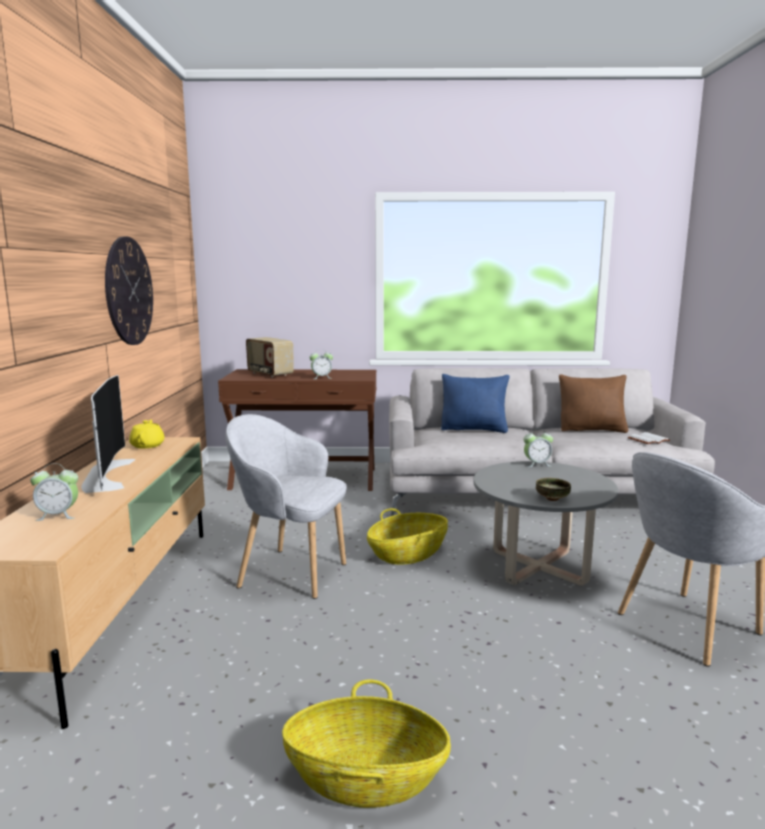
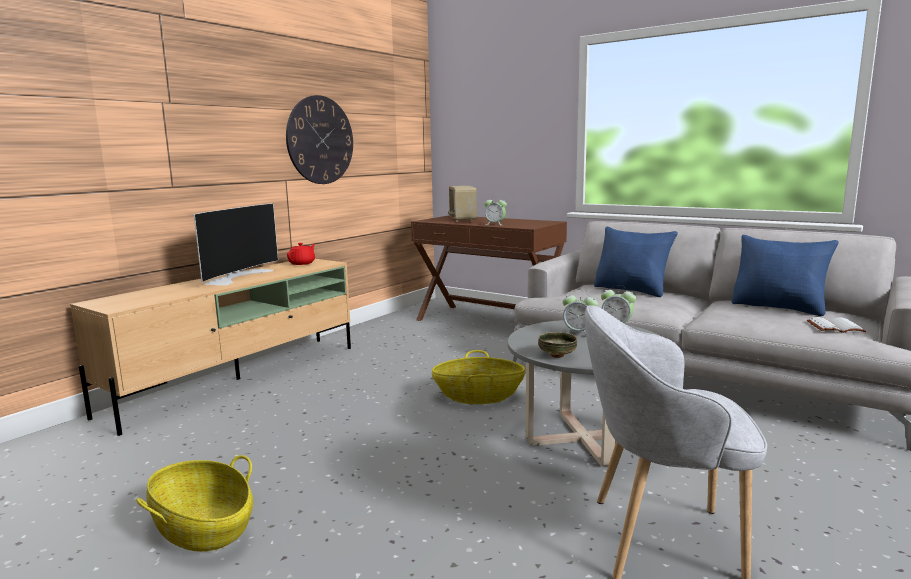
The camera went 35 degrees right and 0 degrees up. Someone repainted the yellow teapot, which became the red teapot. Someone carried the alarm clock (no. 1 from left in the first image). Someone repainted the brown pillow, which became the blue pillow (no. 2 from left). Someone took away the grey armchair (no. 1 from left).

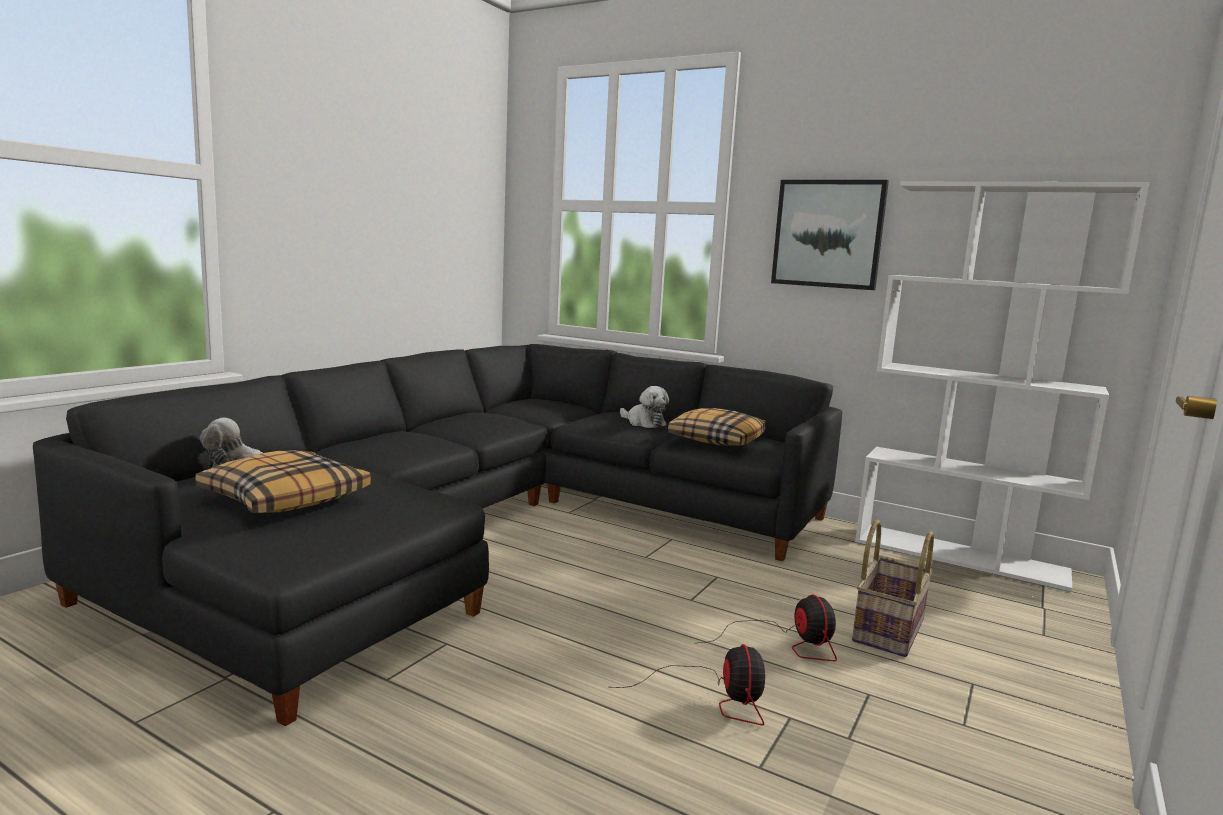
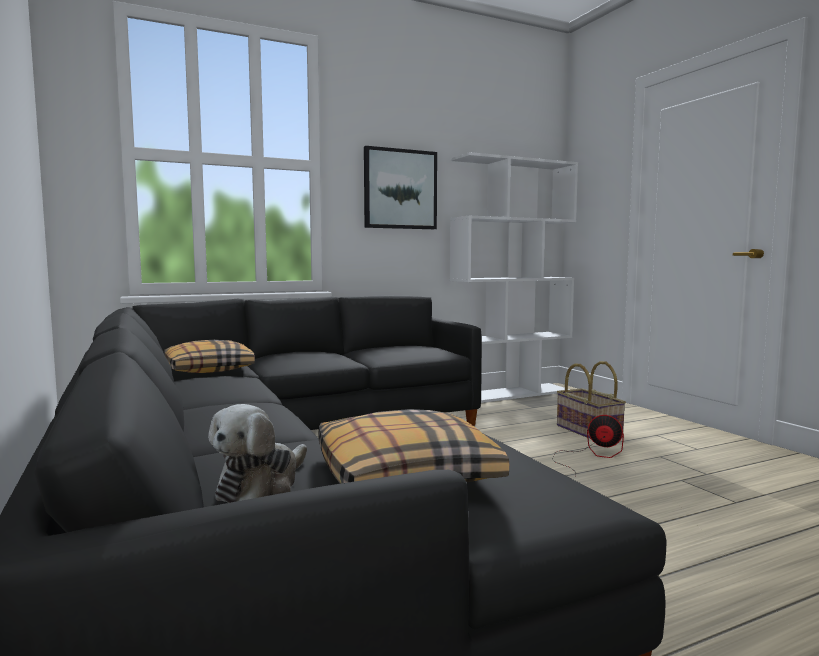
The camera went 55 degrees left and 5 degrees down. Someone carried the pillow (no. 2 from left in the first image). Someone took away the fan (no. 1 from left). Someone took away the plush toy (no. 2 from left).

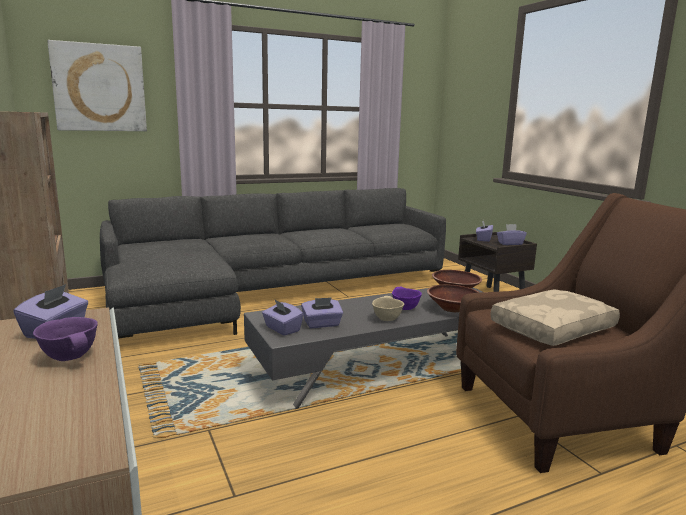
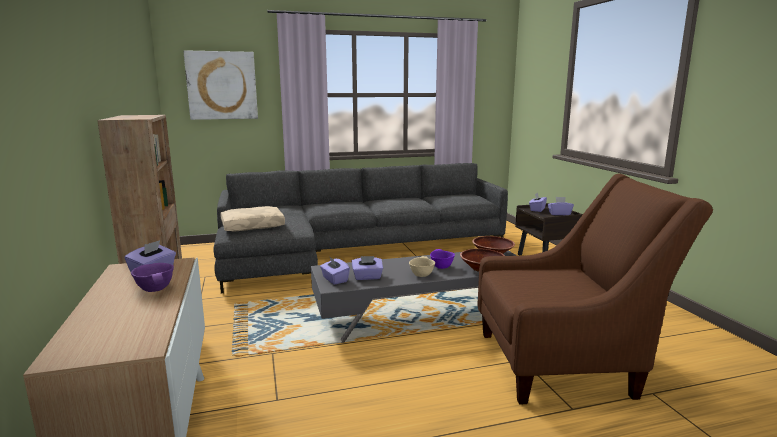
The camera went 10 degrees right and 0 degrees up. Someone carried the beige pillow.

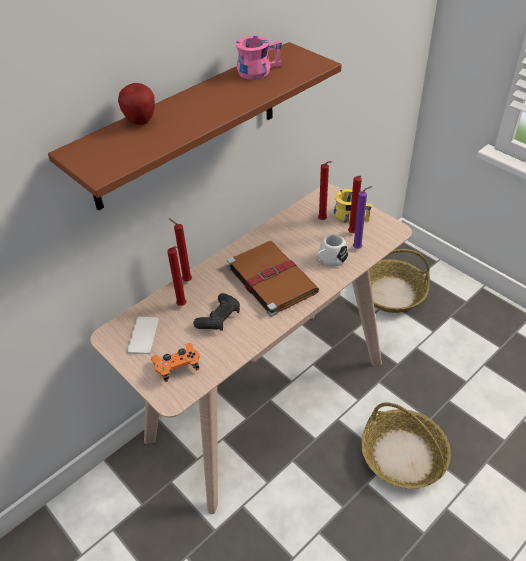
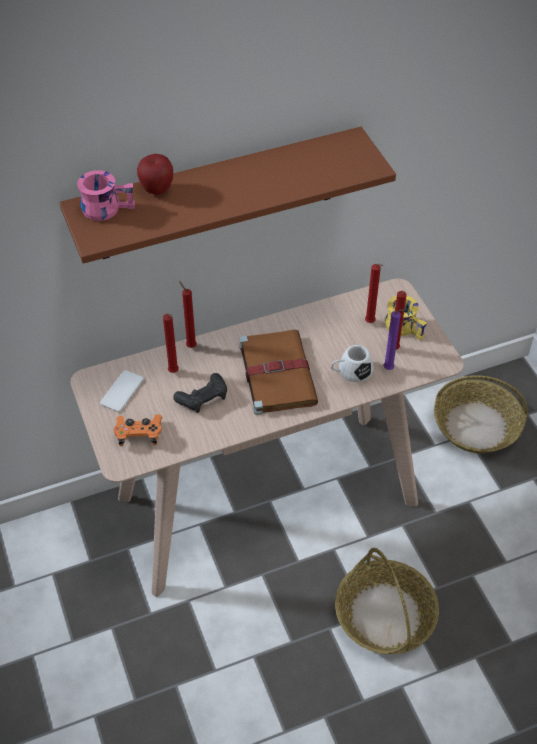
The camera went 20 degrees right and 5 degrees up. Someone carried the pink mug.

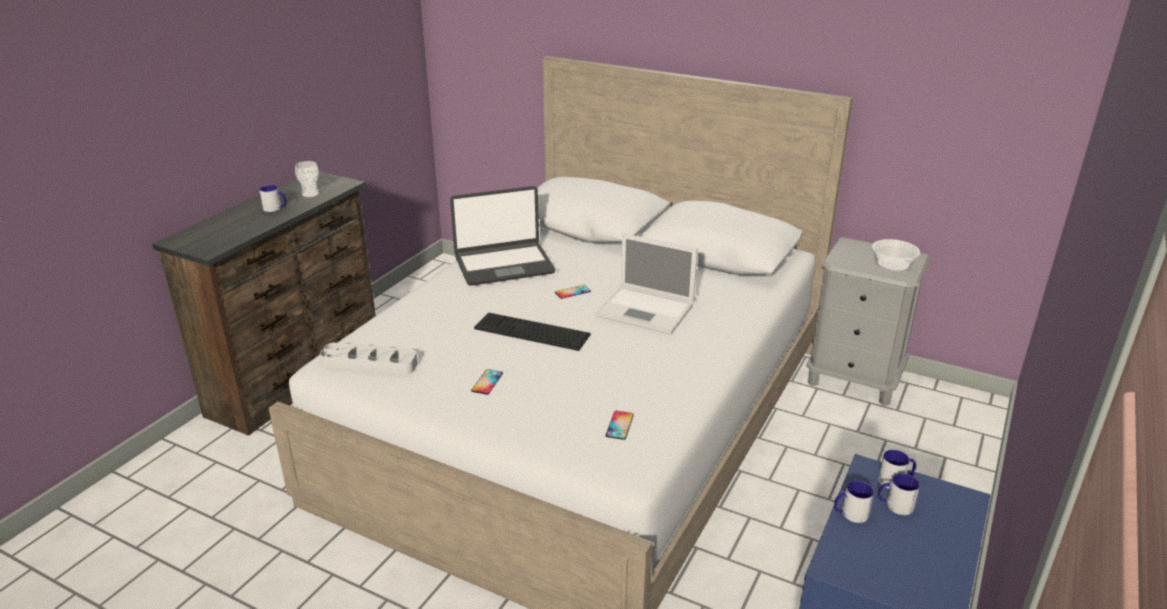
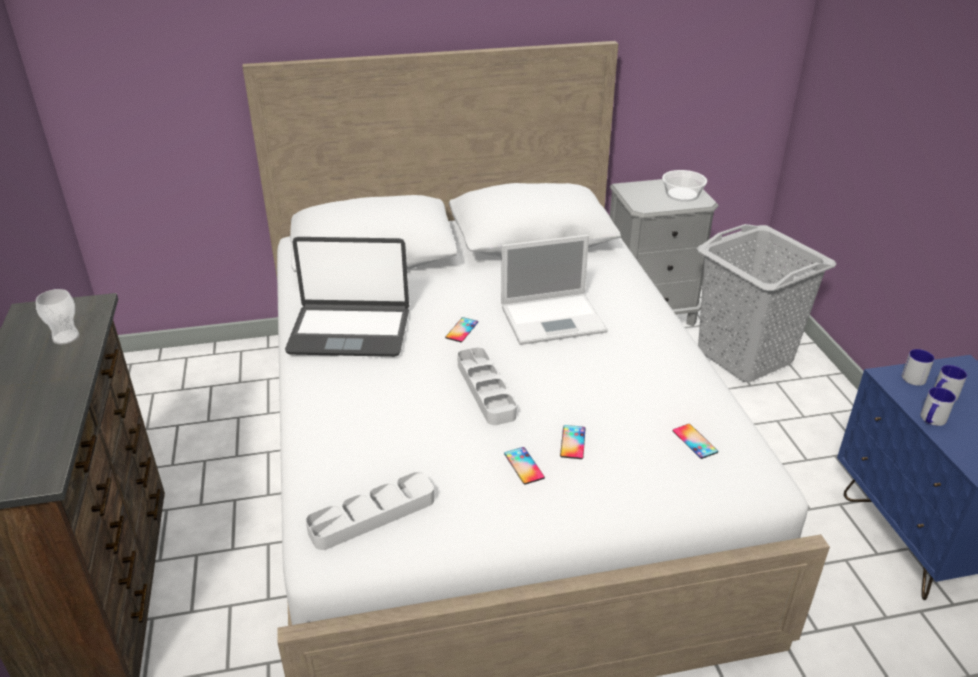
The camera went 40 degrees left and 5 degrees up. Someone rotated the laptop (no. 1 from left) by 60 degrees clockwise. Someone swapped the keyboard for the grey tray (no. 2 from left). Someone put down the phone (no. 3 from left). Someone put down the grey laundry basket. Someone took away the mug (no. 1 from left).

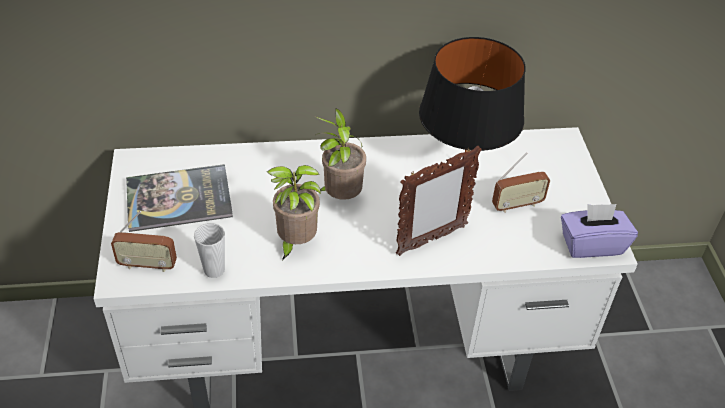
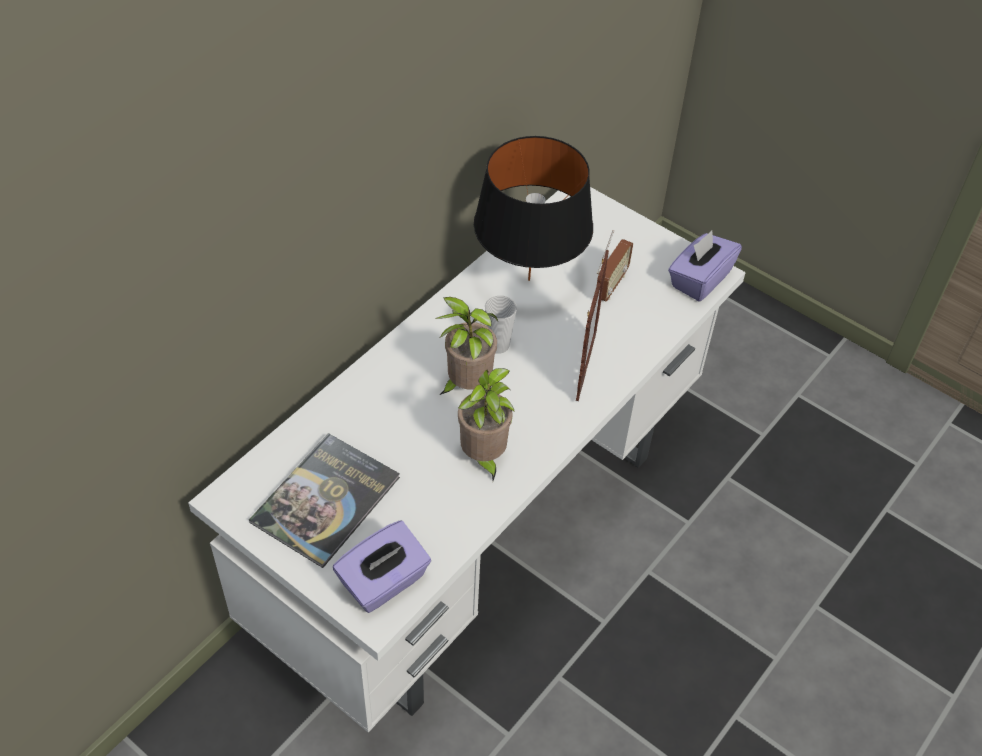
The camera went 45 degrees left and 5 degrees up. Someone swapped the radio (no. 1 from left) for the purple tissue box (no. 1 from left). Someone carried the cup.

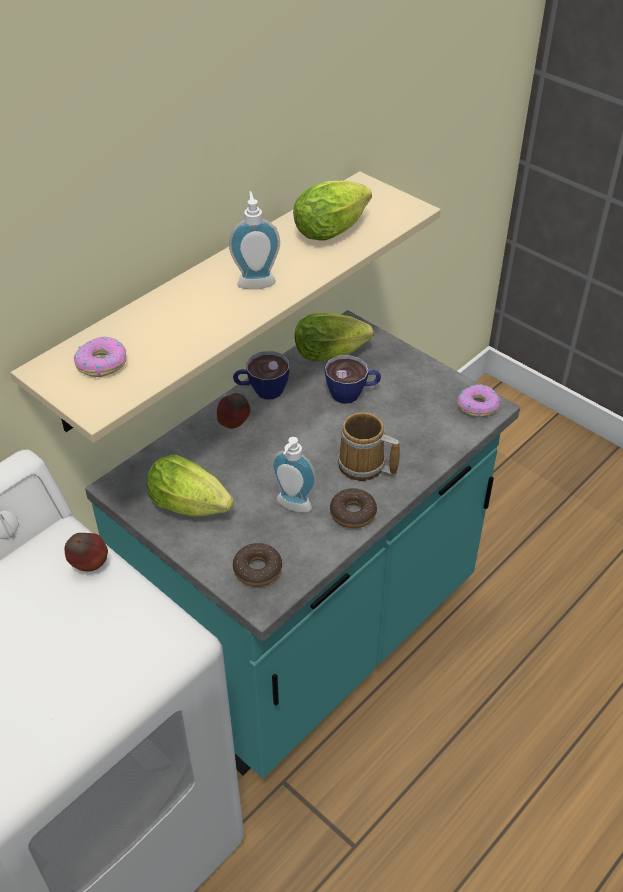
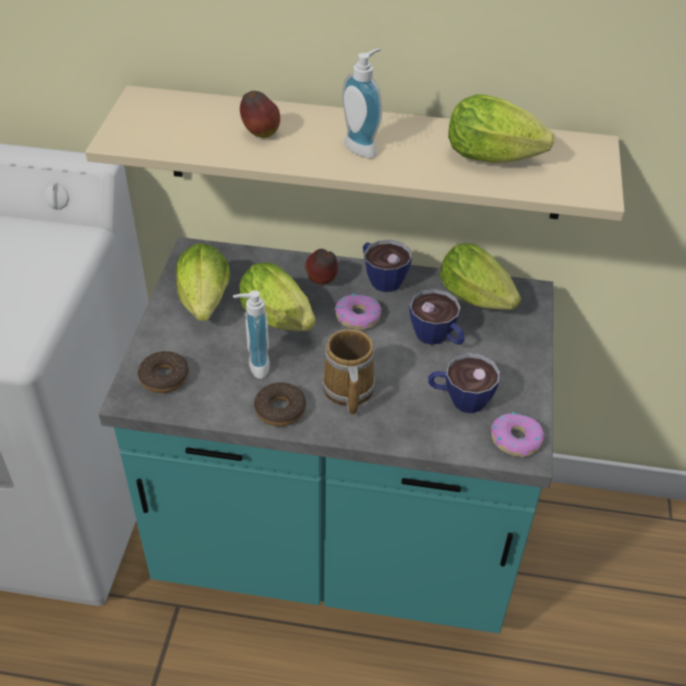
The camera went 55 degrees right and 0 degrees up. Someone put down the lettuce (no. 2 from left). Someone carried the apple (no. 1 from left). Someone carried the donut (no. 1 from left in the first image). Someone put down the cup (no. 3 from left).

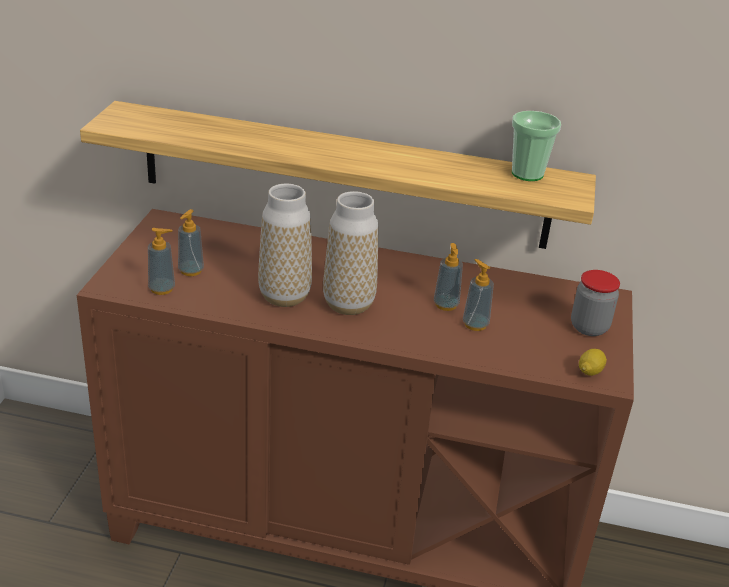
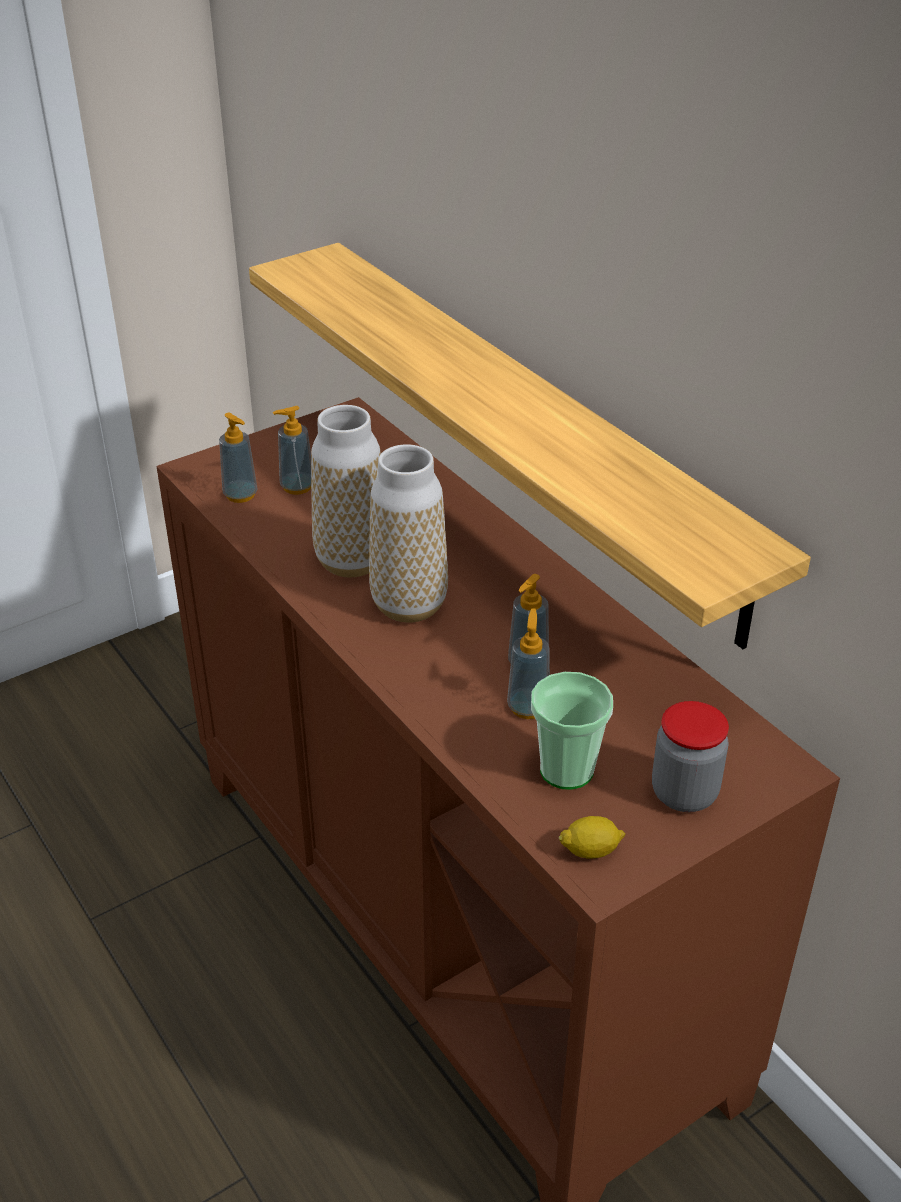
The camera went 45 degrees right and 5 degrees up. Someone carried the cup.

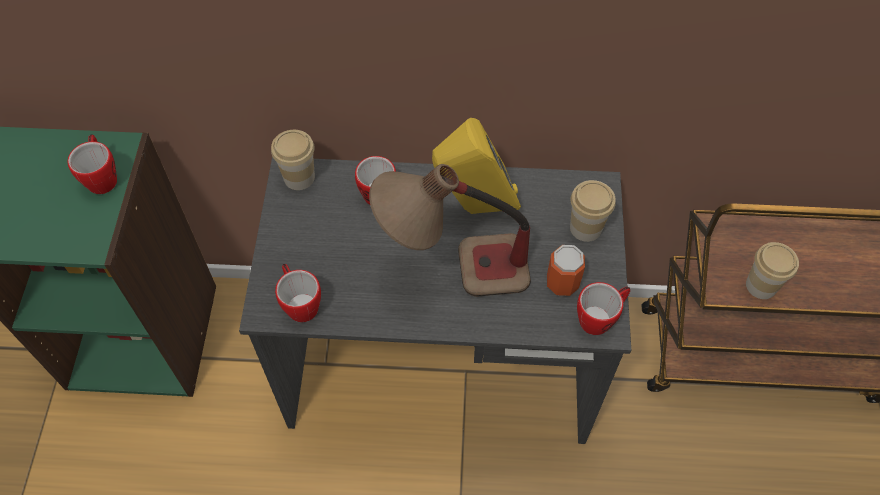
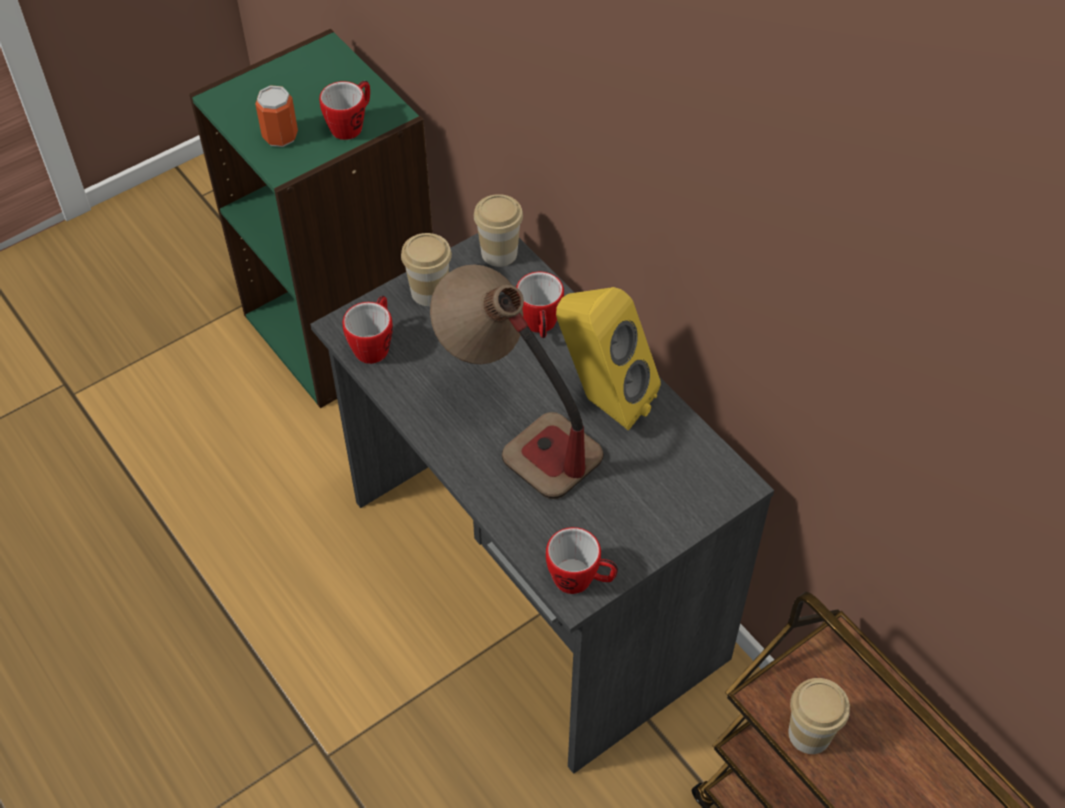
The camera went 50 degrees right and 5 degrees down. Someone carried the can. Someone carried the cup (no. 2 from left in the first image).

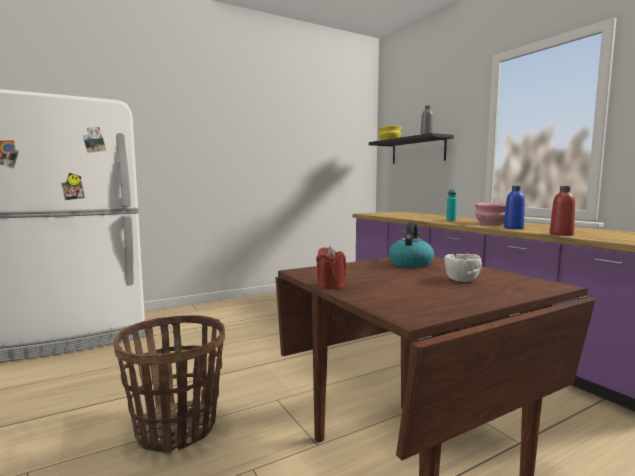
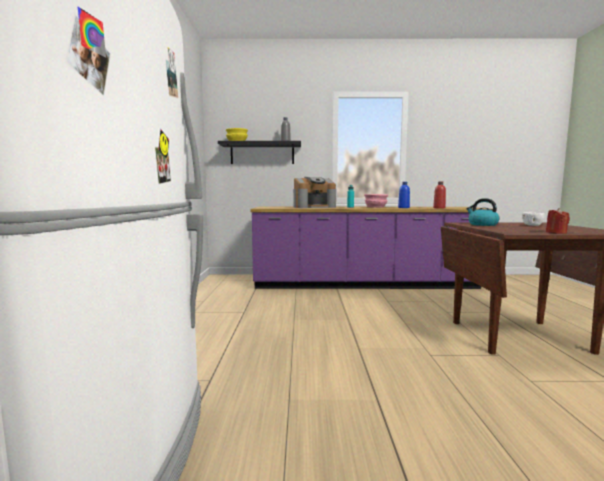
The camera went 60 degrees left and 0 degrees up. Someone put down the coffee machine. Someone took away the basket.

